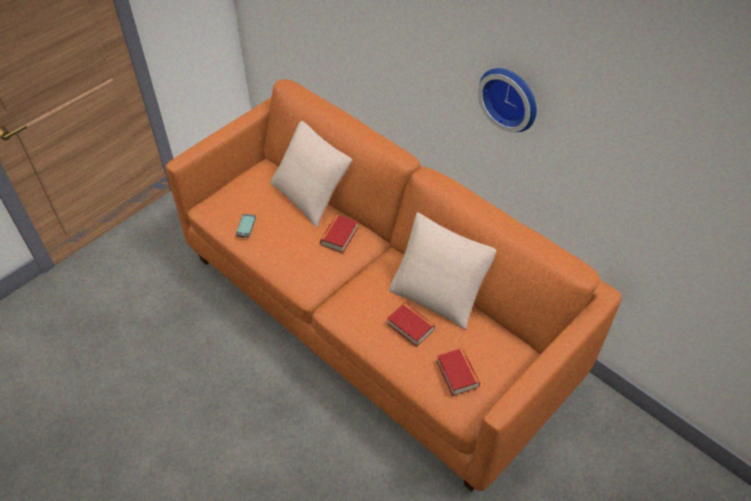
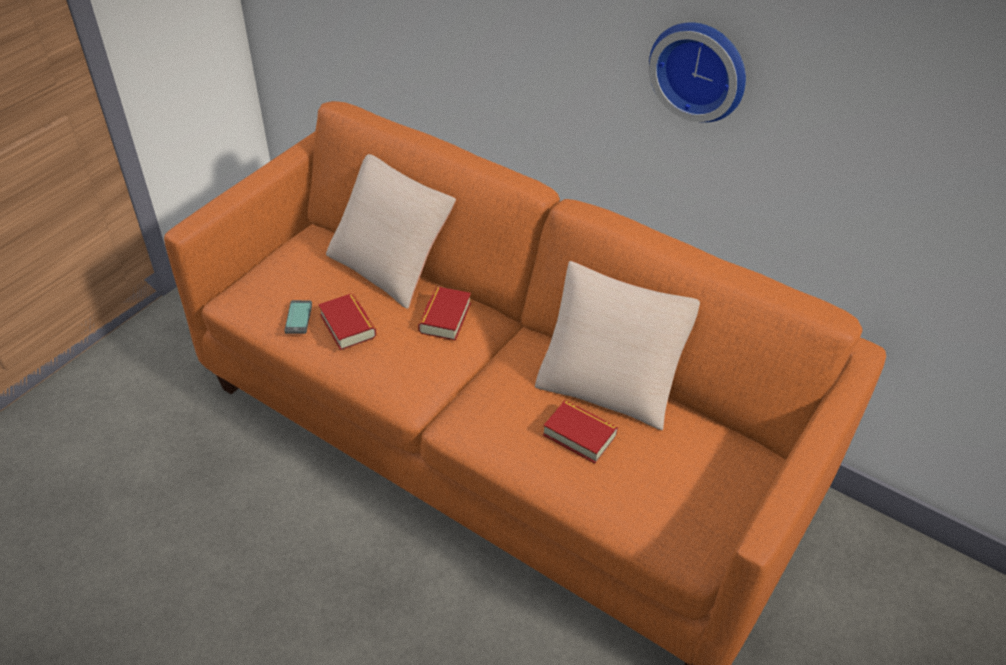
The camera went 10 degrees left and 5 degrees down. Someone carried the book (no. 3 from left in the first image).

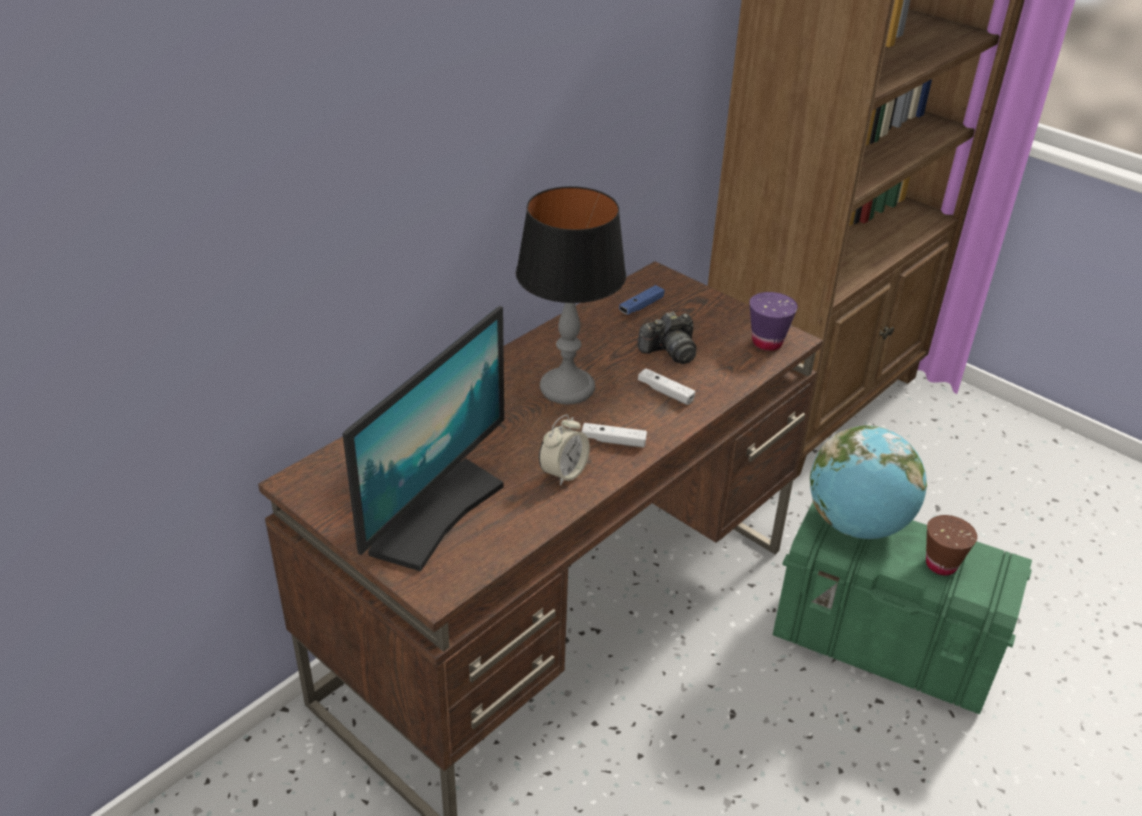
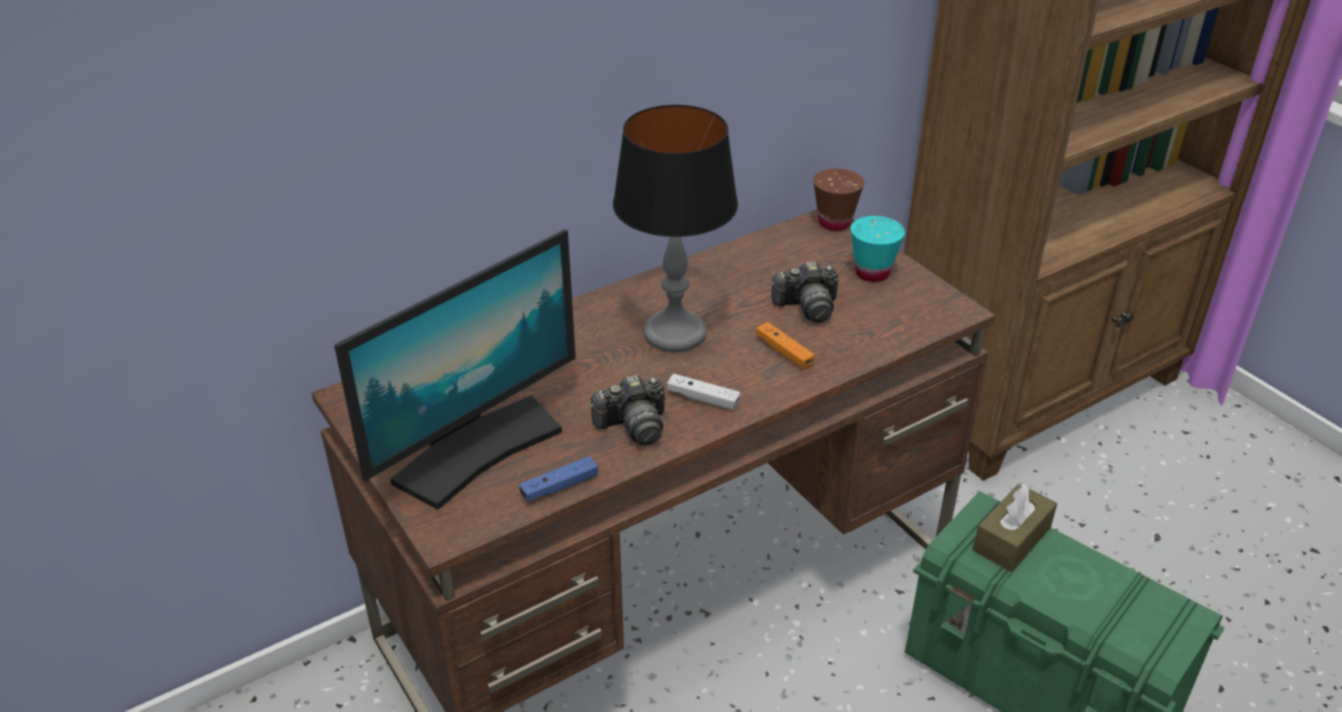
The camera went 15 degrees right and 0 degrees up. Someone carried the blue game controller. Someone swapped the alarm clock for the photo camera (no. 1 from left). Someone repainted the white game controller (no. 2 from left), which became the orange game controller. Someone carried the brown cup. Someone put down the turquoise cup. Someone swapped the globe for the brown tissue box. Someone took away the purple cup.

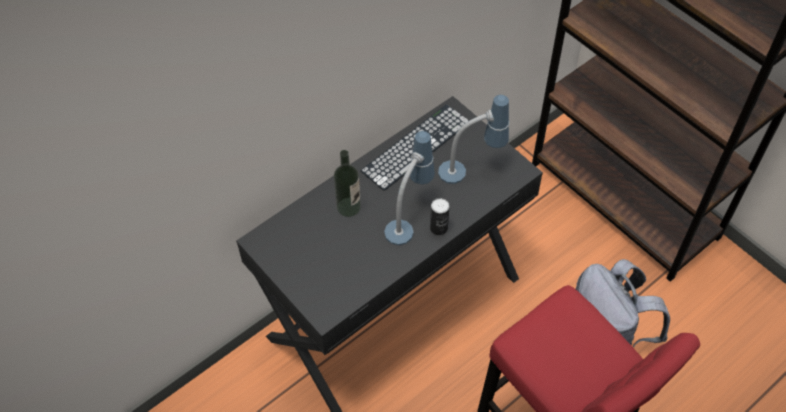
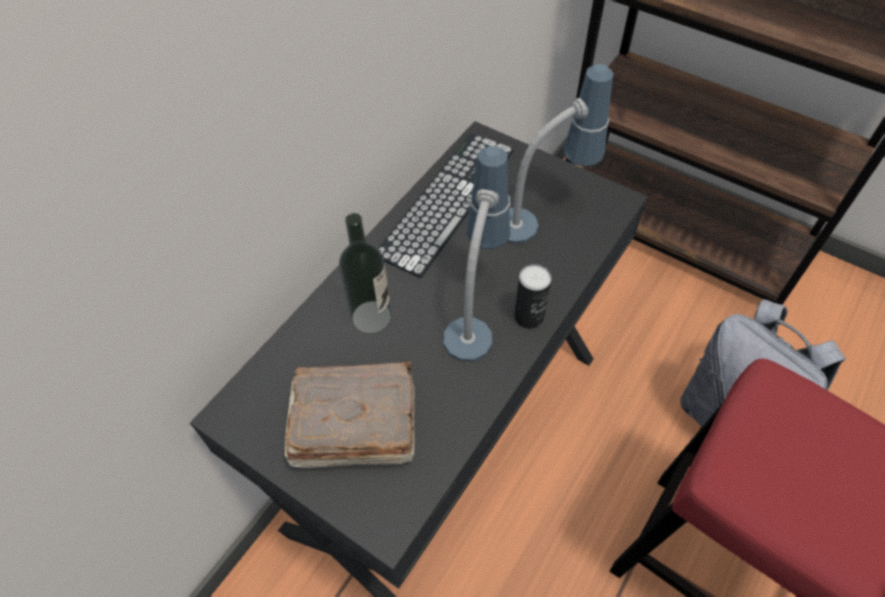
The camera went 15 degrees left and 0 degrees up. Someone put down the brown book.

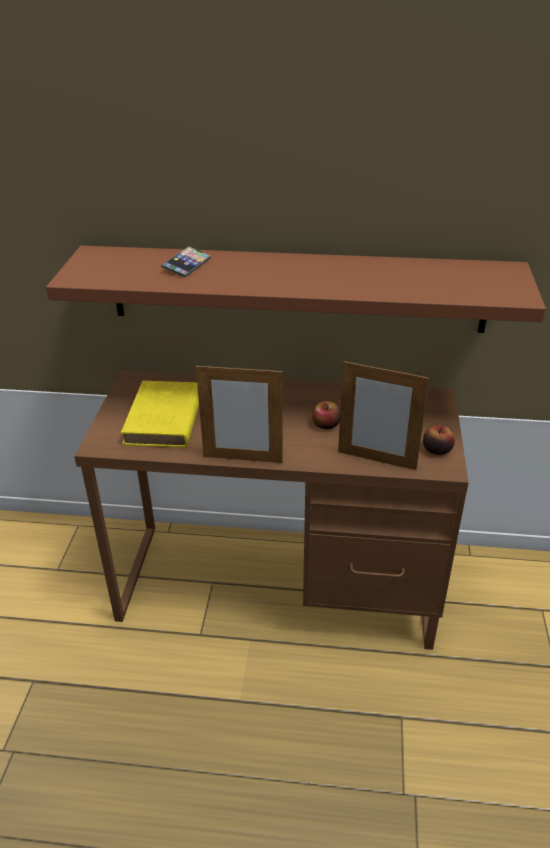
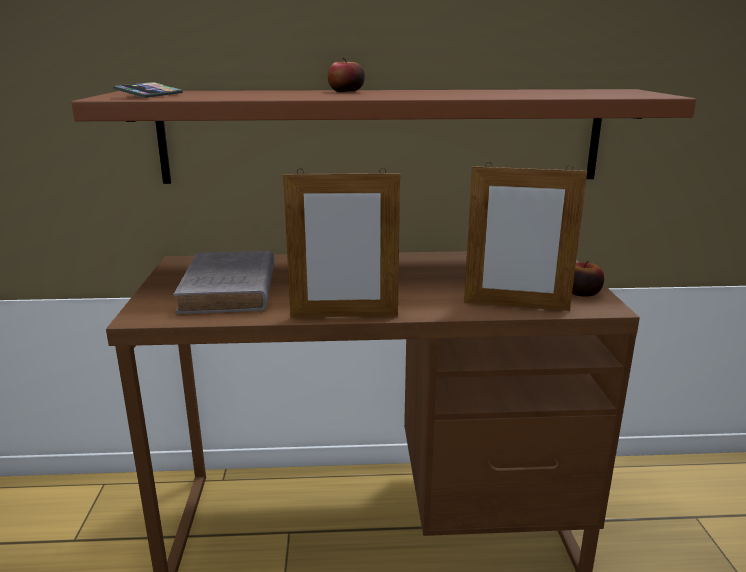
The camera went 10 degrees left and 15 degrees down. Someone carried the phone. Someone repainted the yellow book, which became the grey book. Someone carried the apple (no. 1 from left).

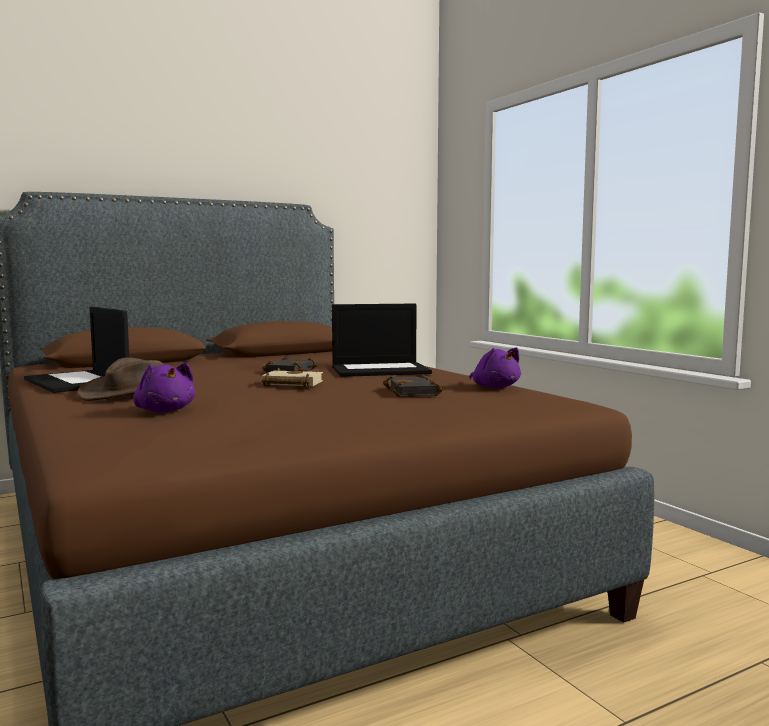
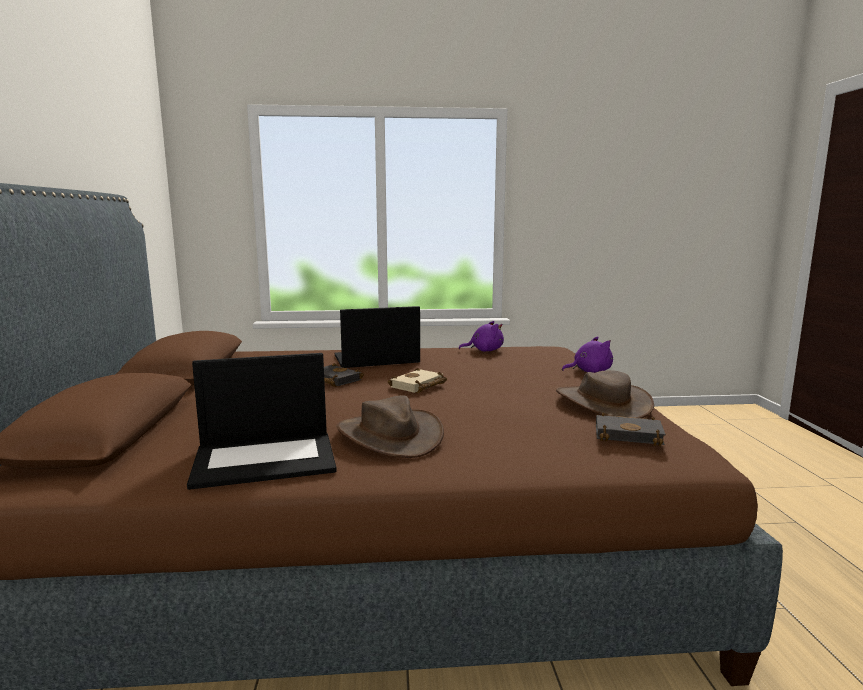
The camera went 65 degrees left and 5 degrees up. Someone rotated the laptop (no. 2 from left) by 120 degrees counterclockwise. Someone put down the brown hat (no. 2 from left). Someone carried the purple plush toy (no. 1 from left in the first image). Someone carried the black book (no. 2 from left).

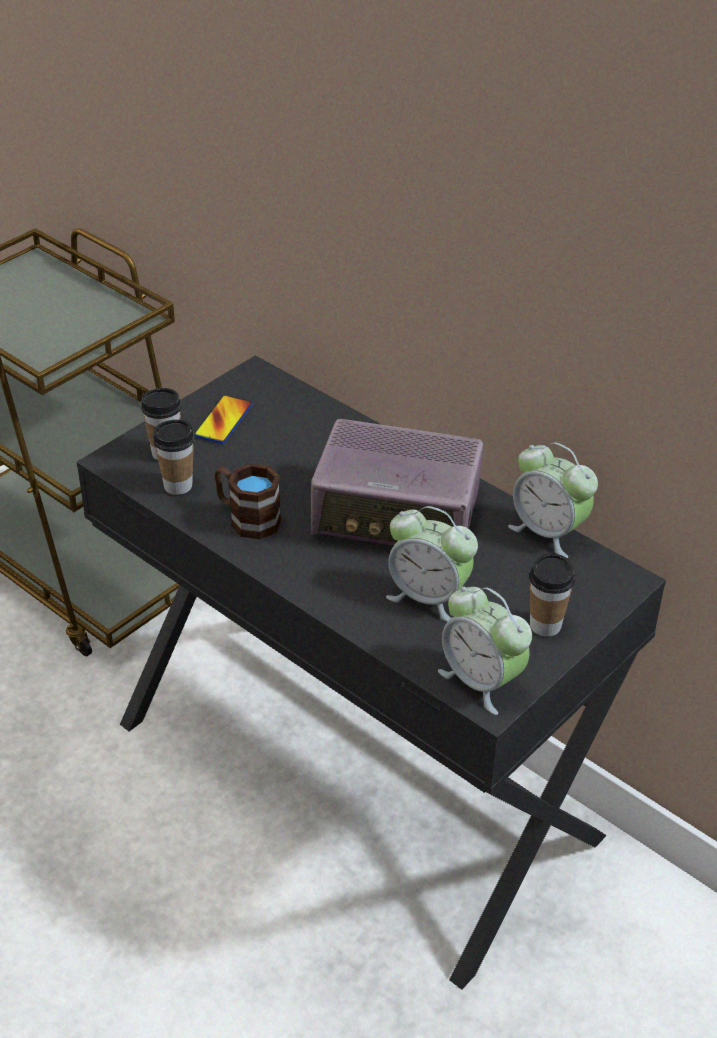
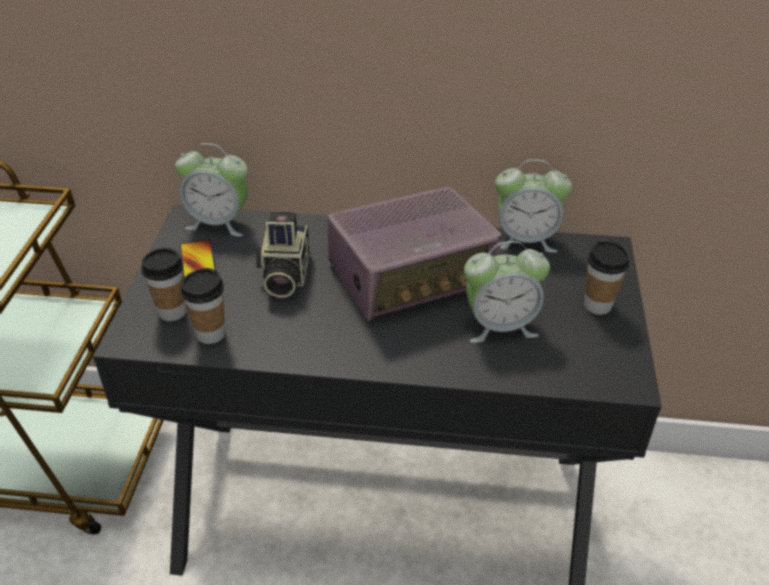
The camera went 35 degrees left and 0 degrees up. Someone carried the alarm clock (no. 2 from left in the first image). Someone put down the photo camera. Someone took away the brown mug.

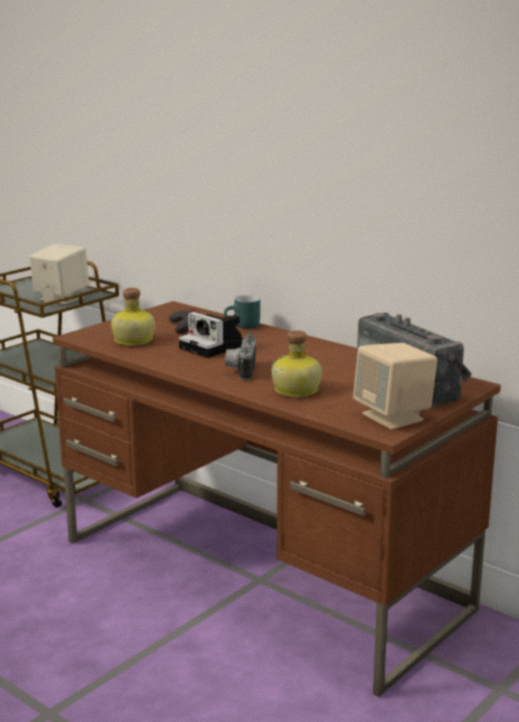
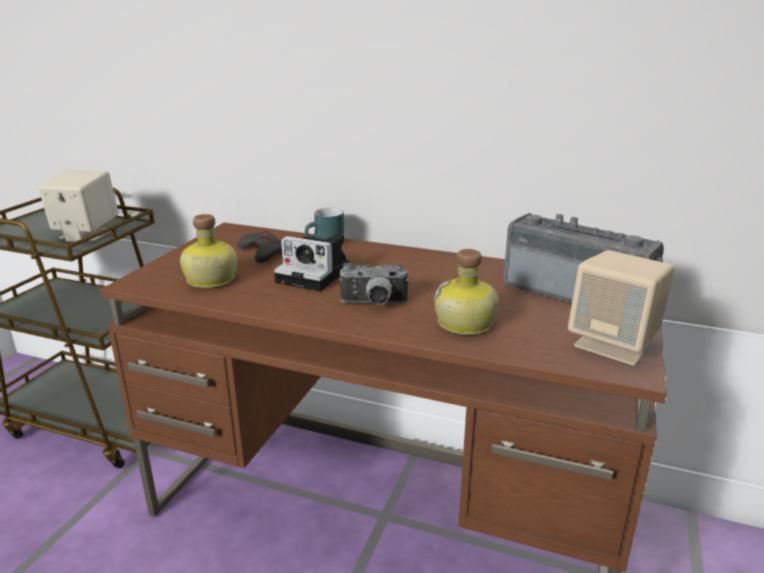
The camera went 20 degrees left and 5 degrees up. Someone rotated the photo camera (no. 2 from left) by 75 degrees counterclockwise.

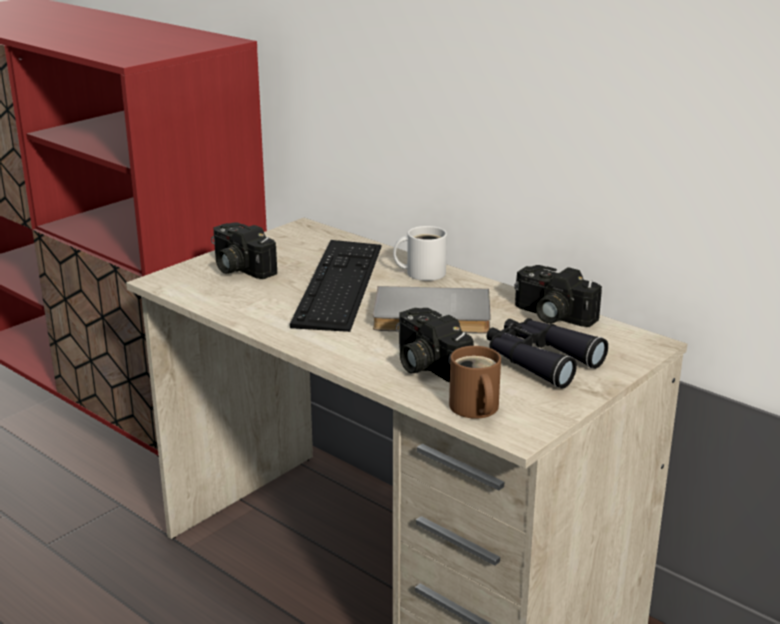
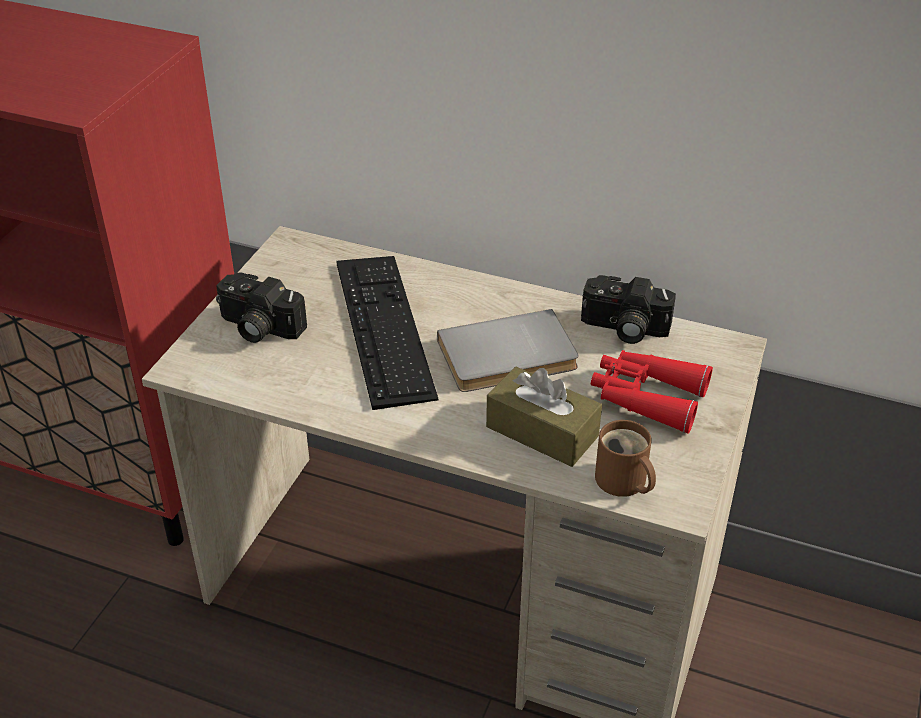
The camera went 20 degrees left and 15 degrees up. Someone swapped the photo camera (no. 2 from left) for the brown tissue box. Someone repainted the black binoculars, which became the red binoculars. Someone took away the white mug.

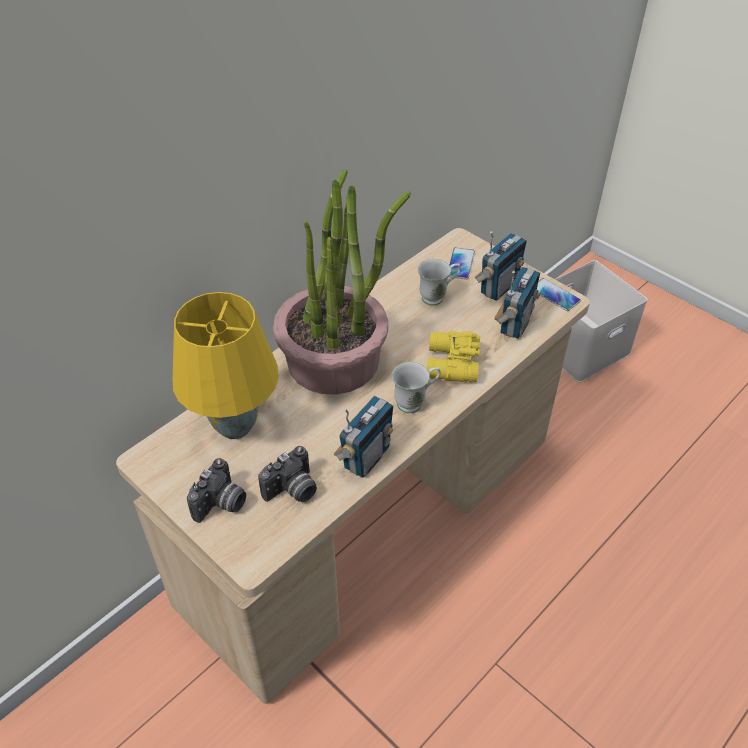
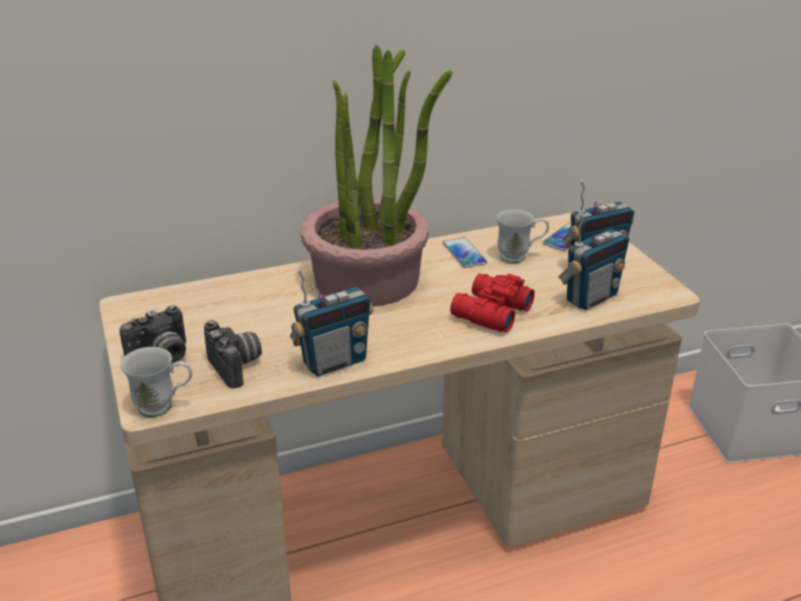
The camera went 25 degrees right and 15 degrees down. Someone carried the white mug (no. 1 from left). Someone rotated the photo camera (no. 2 from left) by 105 degrees counterclockwise. Someone carried the phone (no. 2 from left in the first image). Someone repainted the yellow binoculars, which became the red binoculars. Someone took away the yellow table lamp.

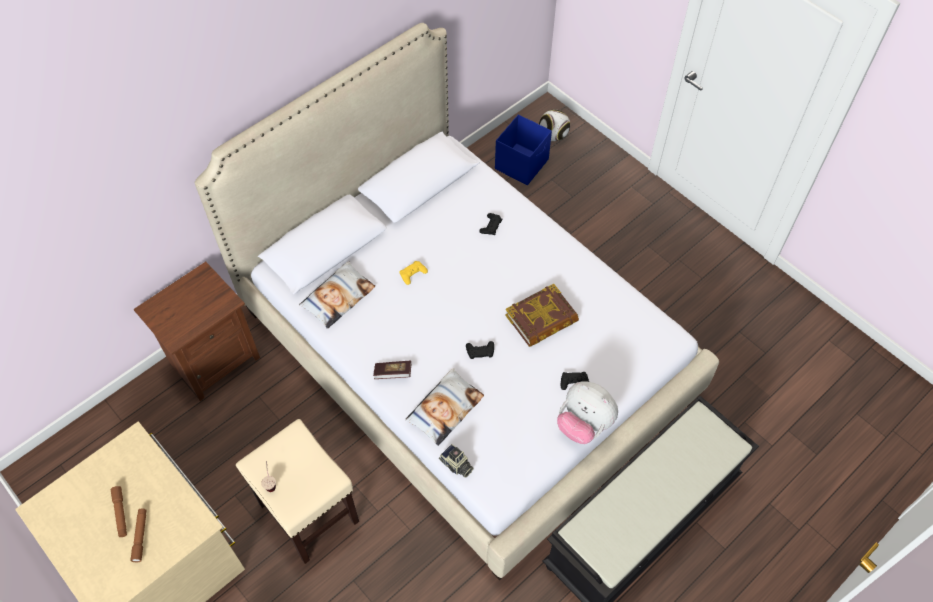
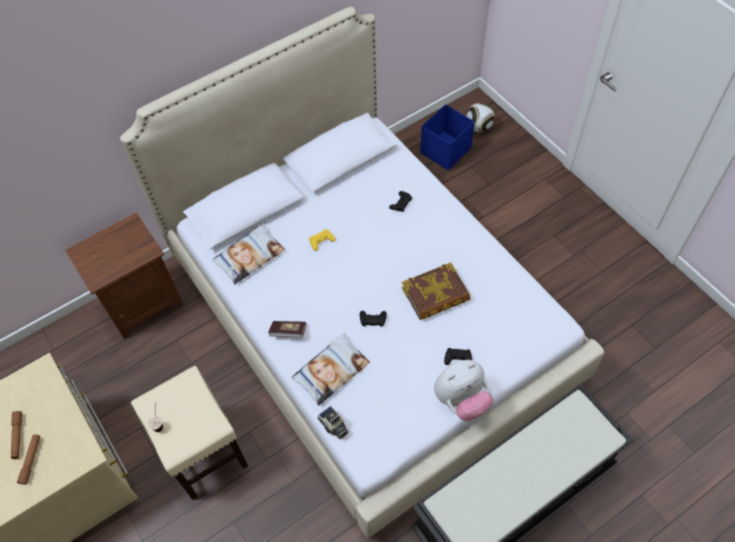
The camera went 10 degrees right and 0 degrees up. Someone rotated the plush toy by 75 degrees counterclockwise.

